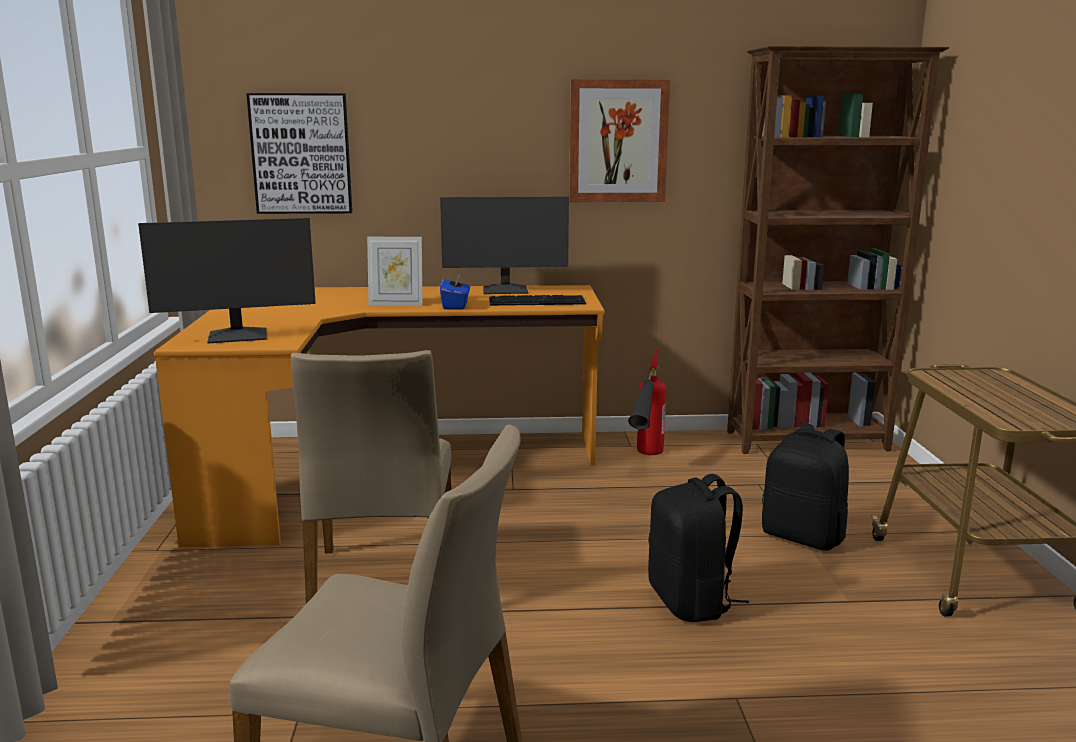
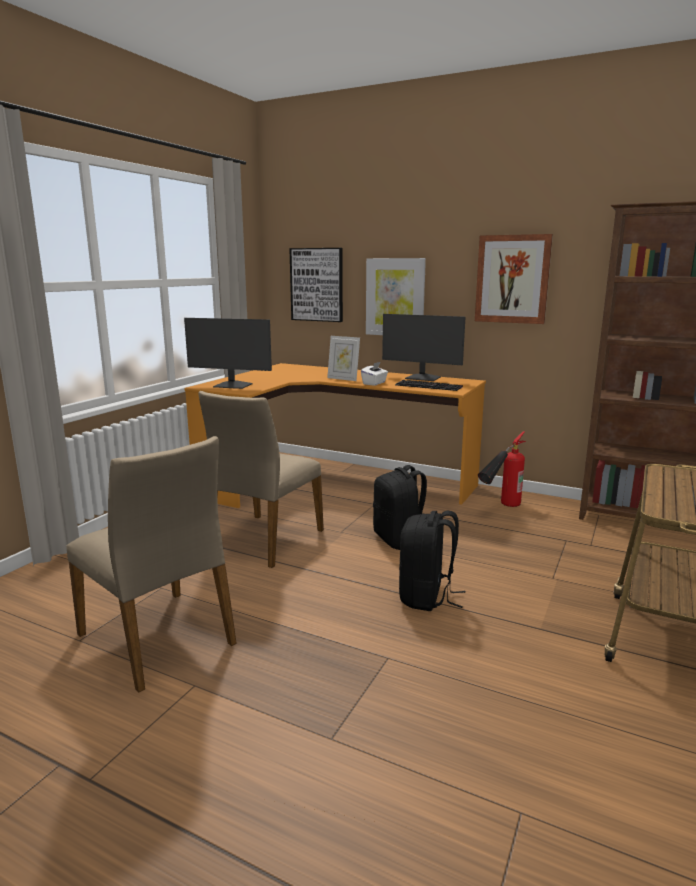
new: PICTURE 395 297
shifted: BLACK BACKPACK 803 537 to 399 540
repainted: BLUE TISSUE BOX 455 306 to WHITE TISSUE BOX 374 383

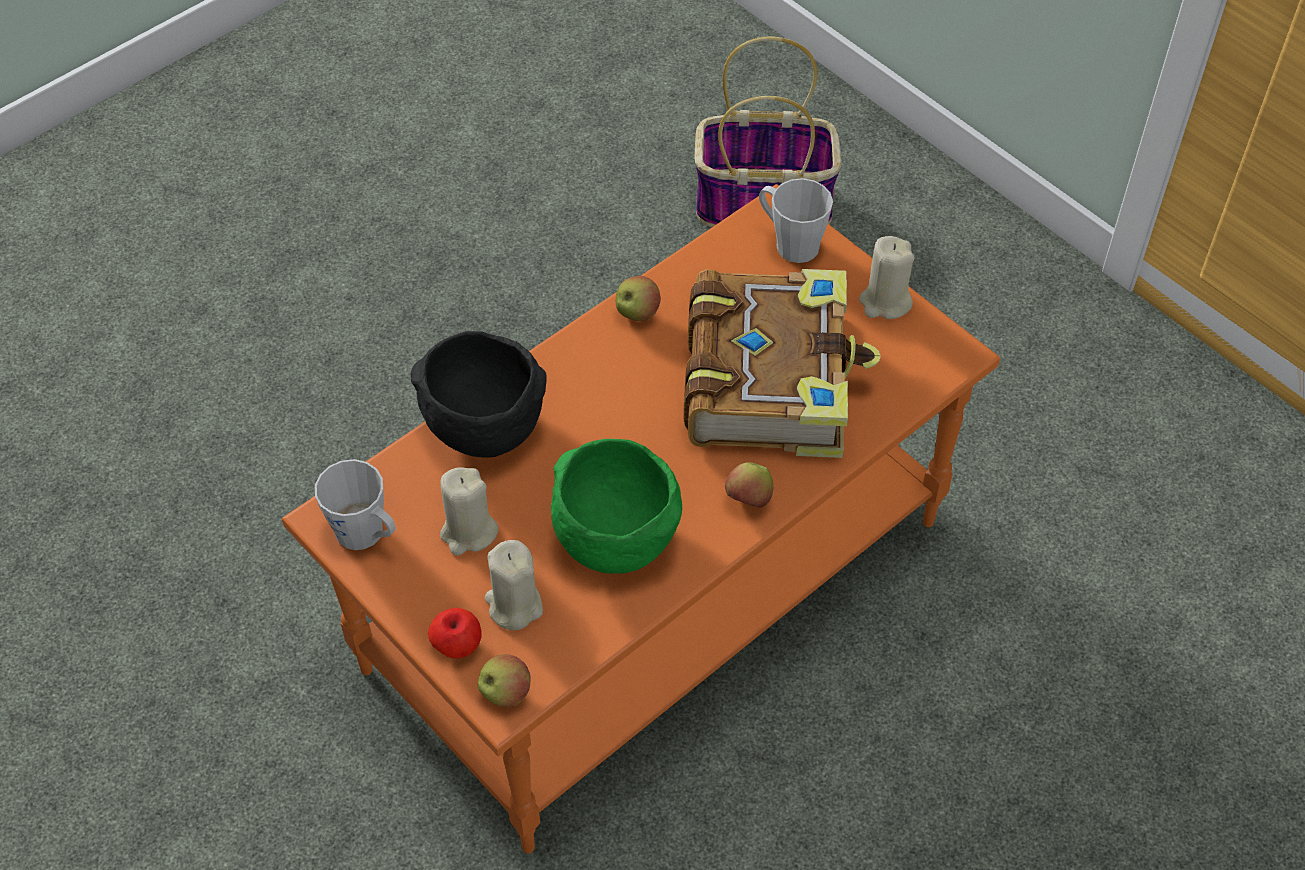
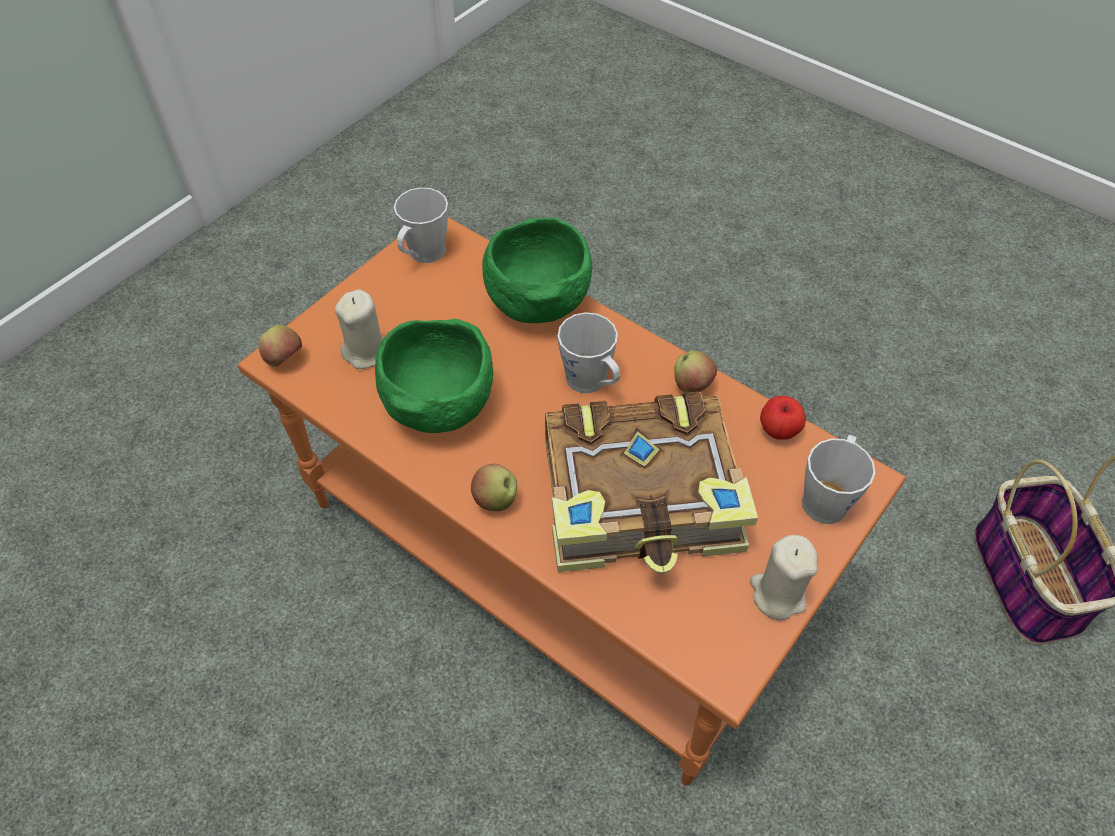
gone: BEIGE CANDLE 468 532
new: GREY MUG 591 382
shifted: APPLE 457 645 to 778 430
repainted: BLACK BOWL 481 428 to GREEN BOWL 537 302

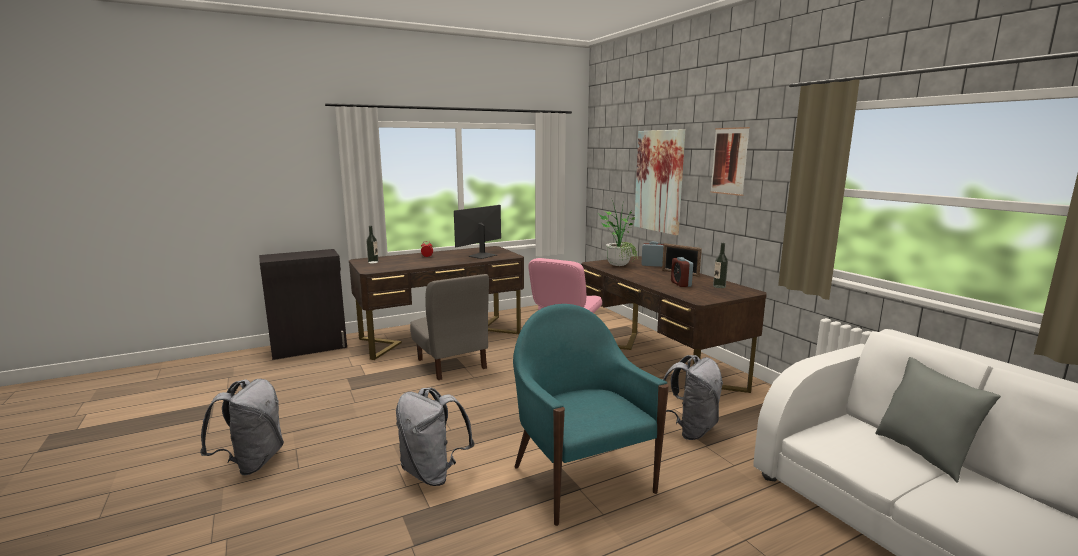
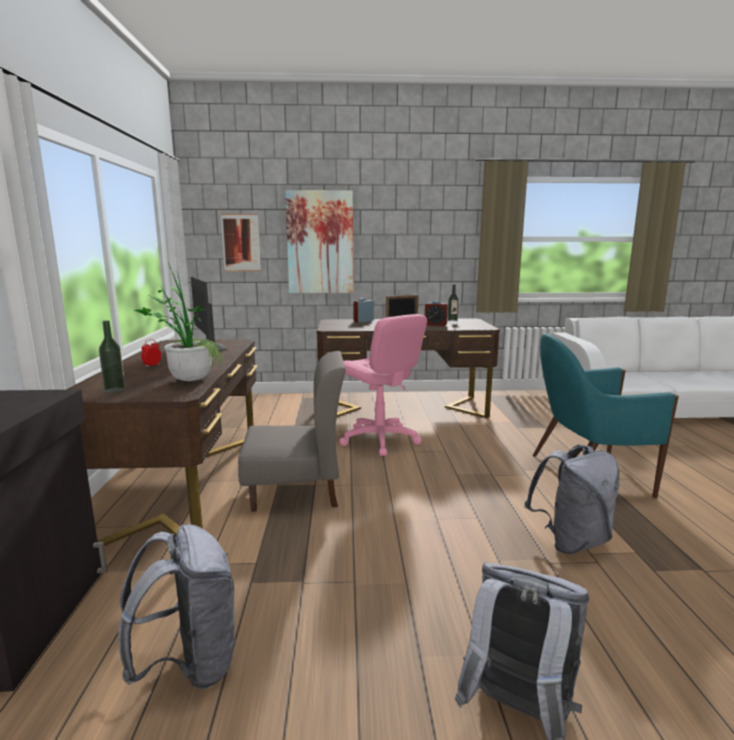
gone: GREY PILLOW 923 454
shifted: POTTED PLANT 618 264 to 186 378; GREY BACKPACK 689 430 to 190 664; PICTURE 729 161 to 241 242

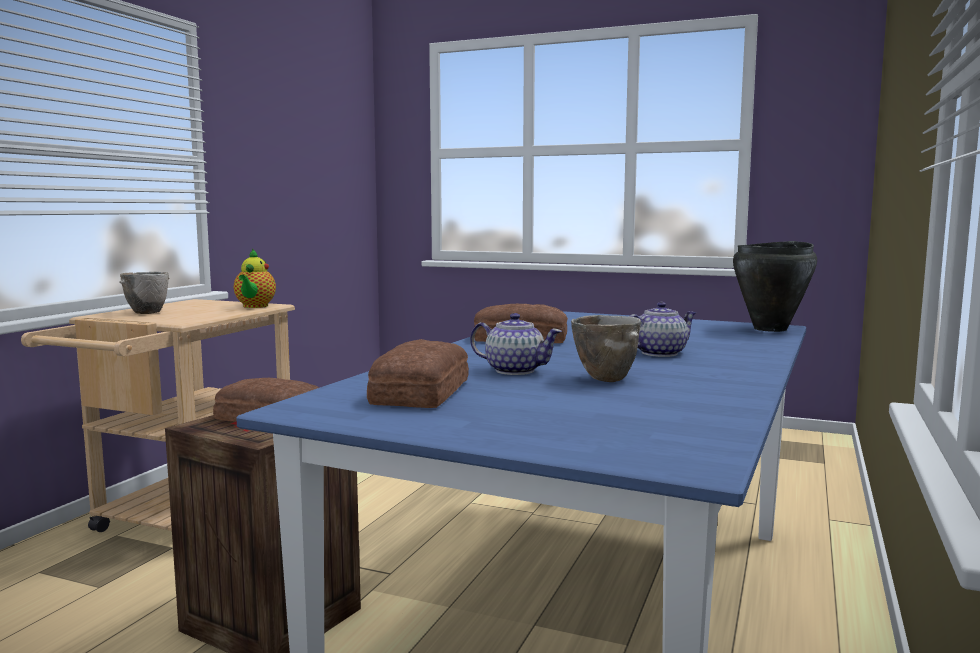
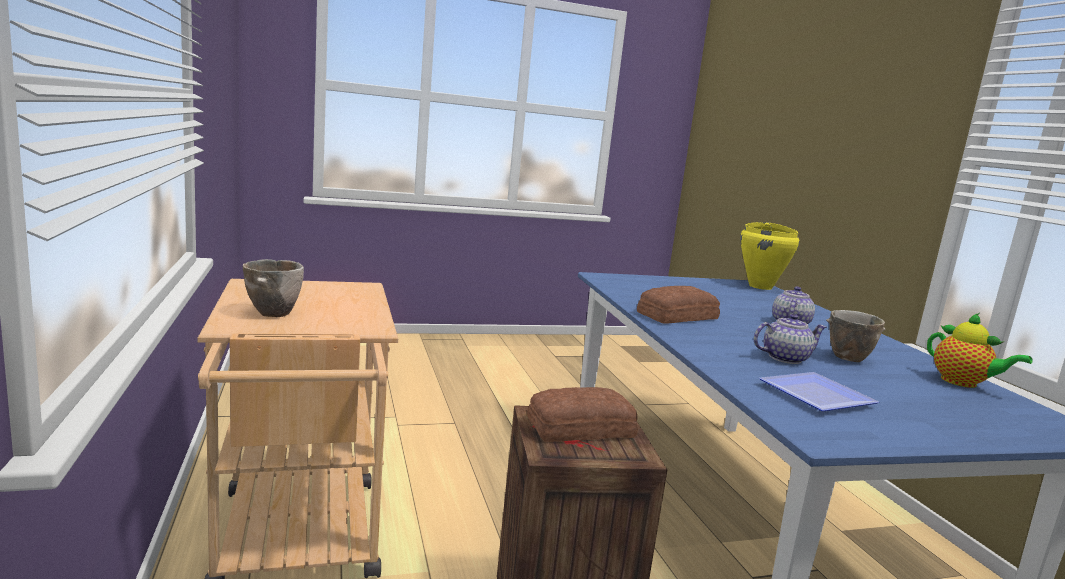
shifted: TEAPOT 254 306 to 963 383
swapped: BREAD 418 392 to PLATE 816 397
repainted: BLACK COOKING POT 771 329 to YELLOW COOKING POT 760 286

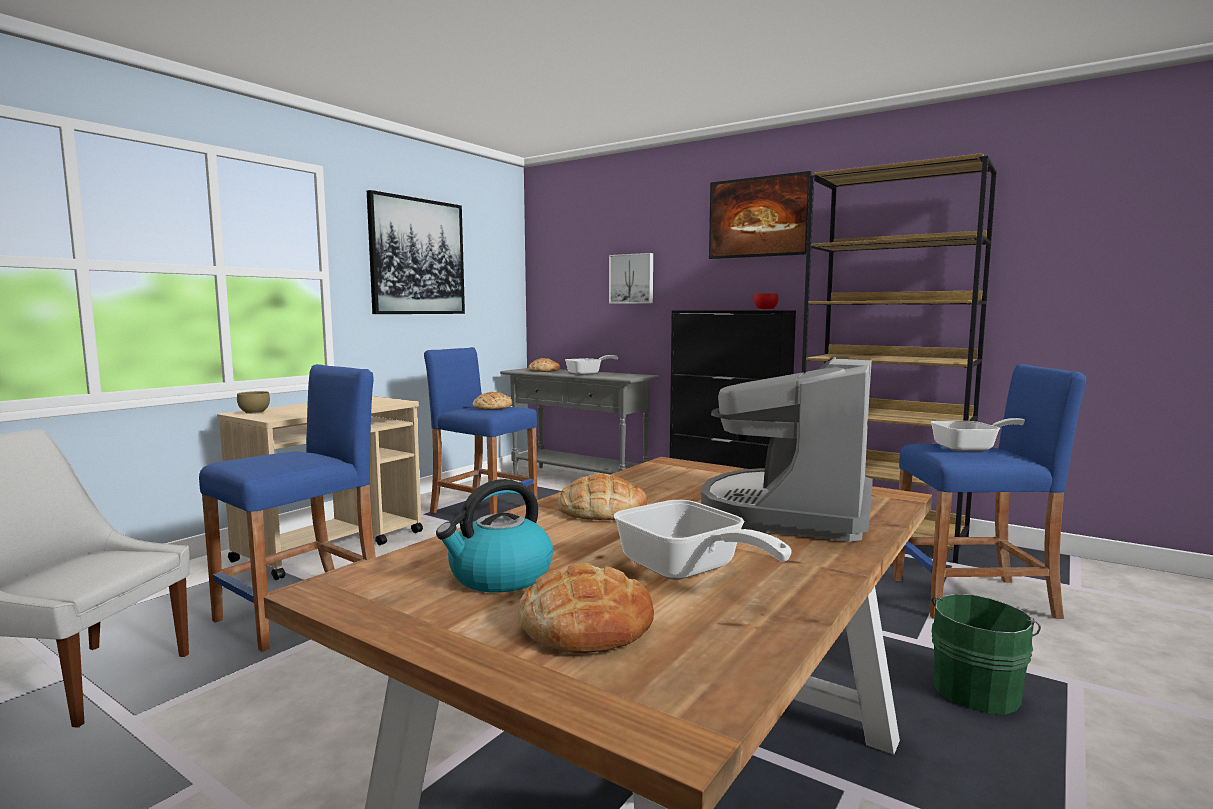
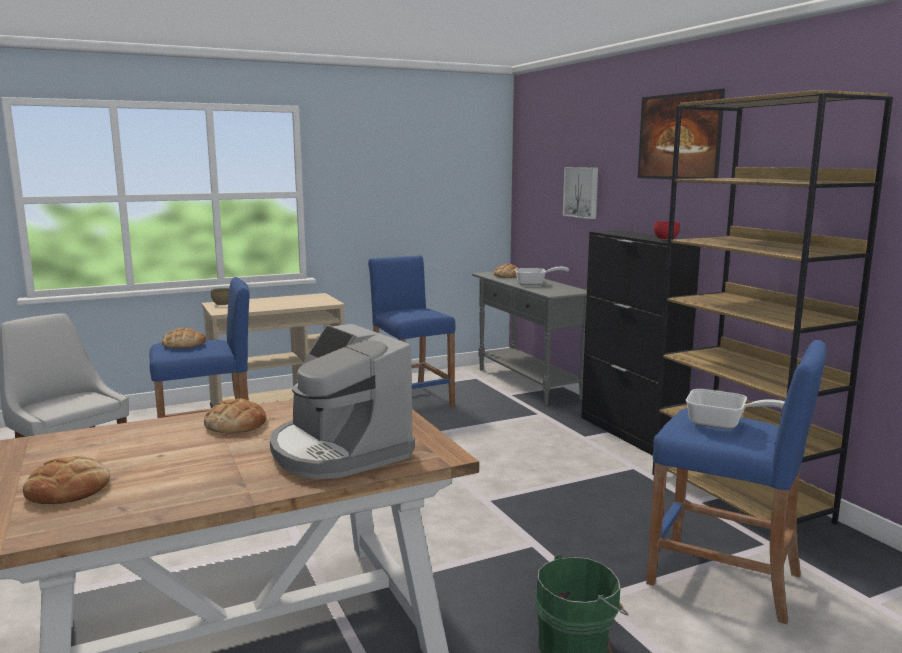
gone: PICTURE 417 257; KETTLE 499 577; FRYING PAN 687 571
shifted: BREAD 492 407 to 184 344
rotated: COFFEE MACHINE 790 511 = 338 451 90 degrees counterclockwise

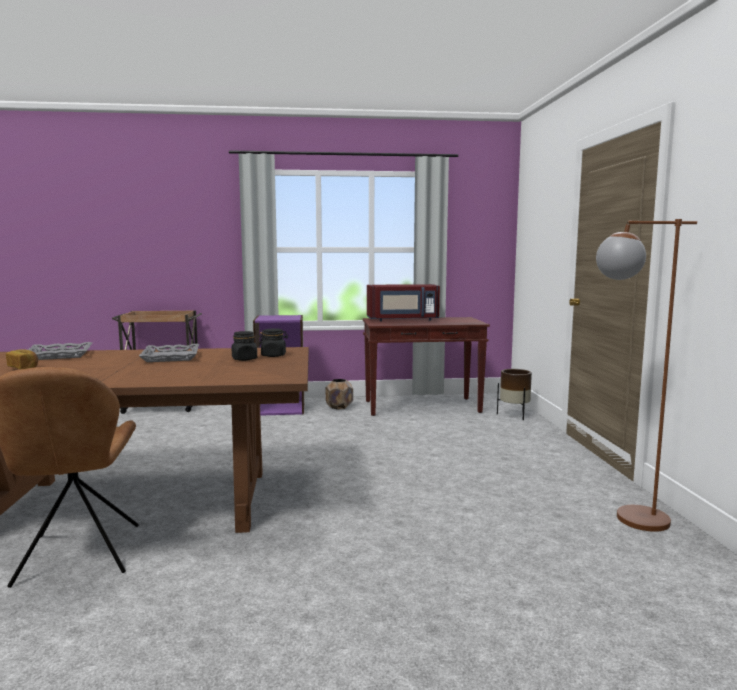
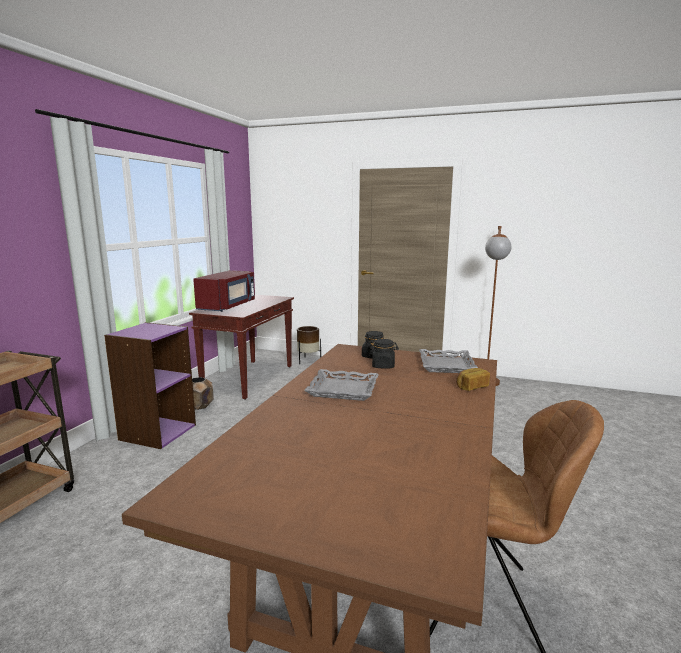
shifted: BREAD 24 368 to 471 387; GREY TRAY 59 355 to 447 365

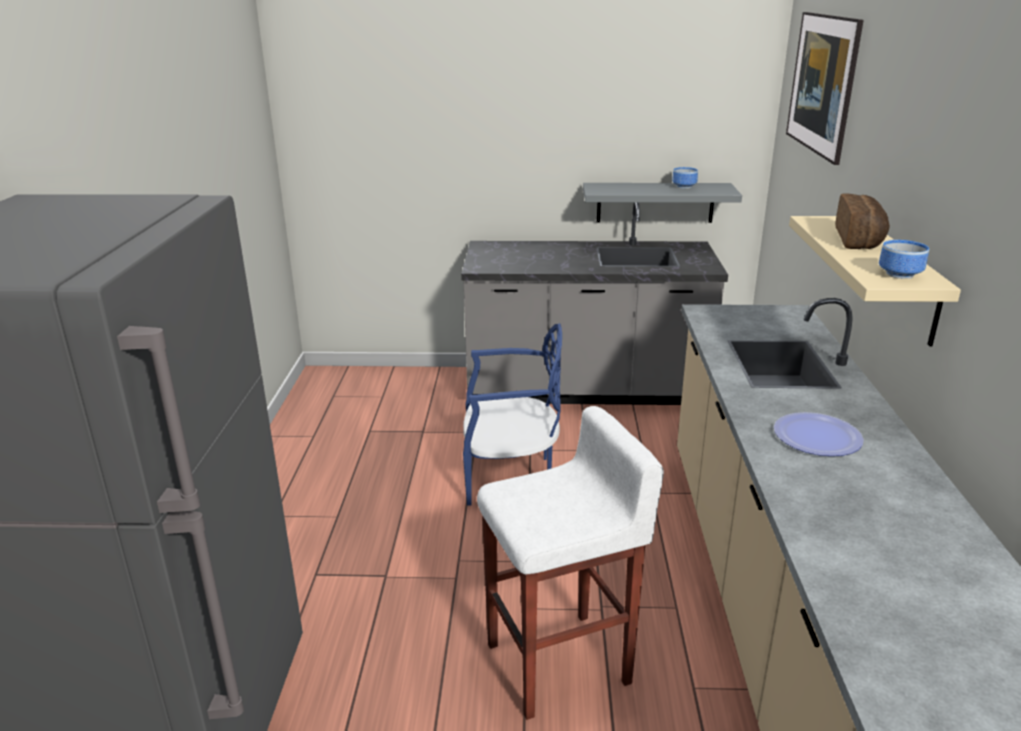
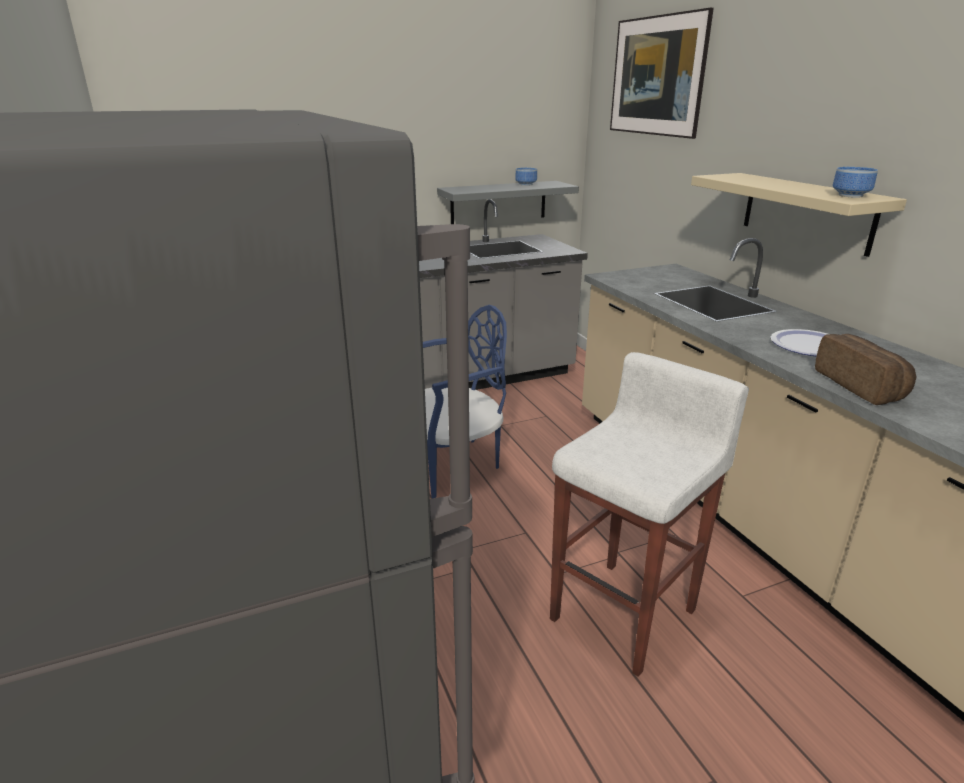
shifted: BREAD 860 240 to 861 386

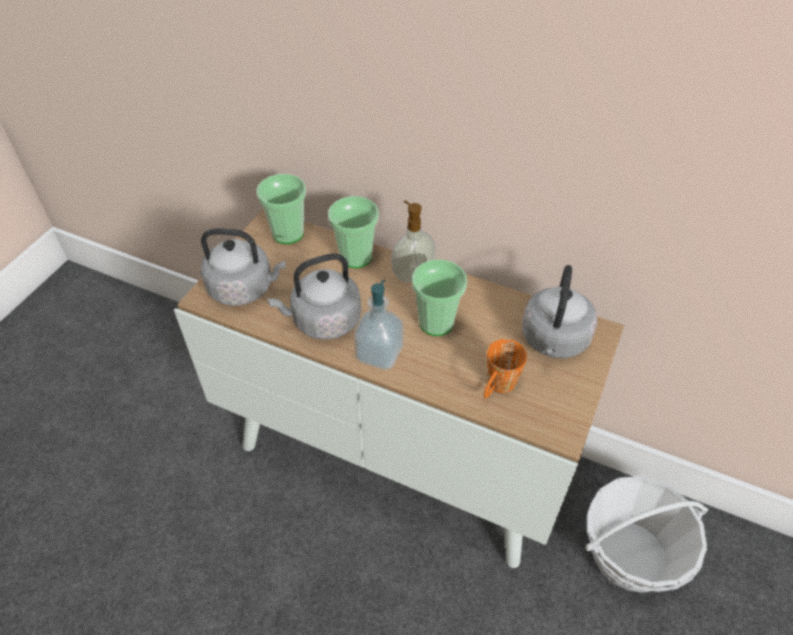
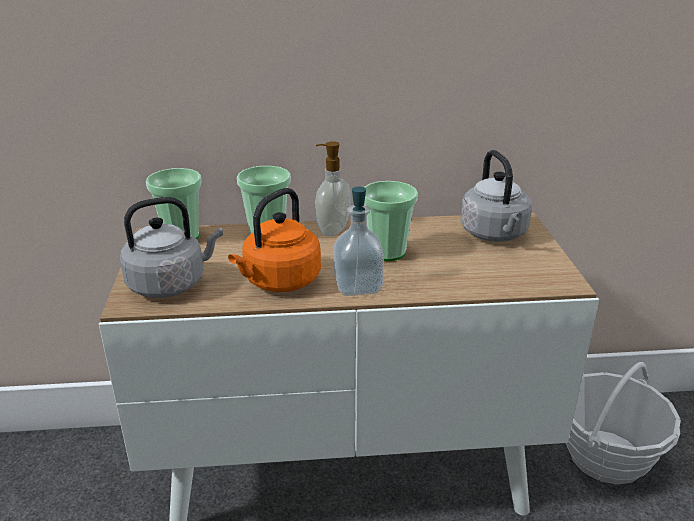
gone: ORANGE MUG 497 388
repainted: GREY KETTLE 323 321 to ORANGE KETTLE 279 282

